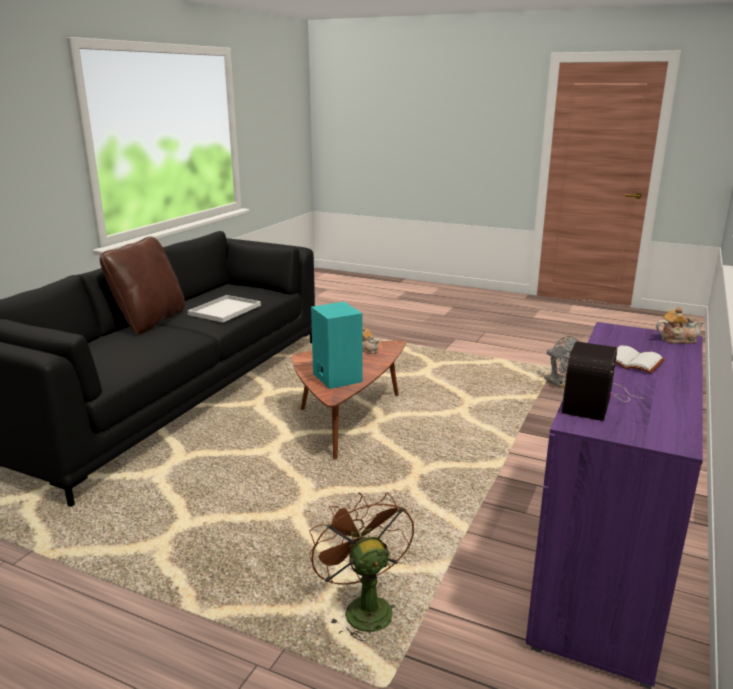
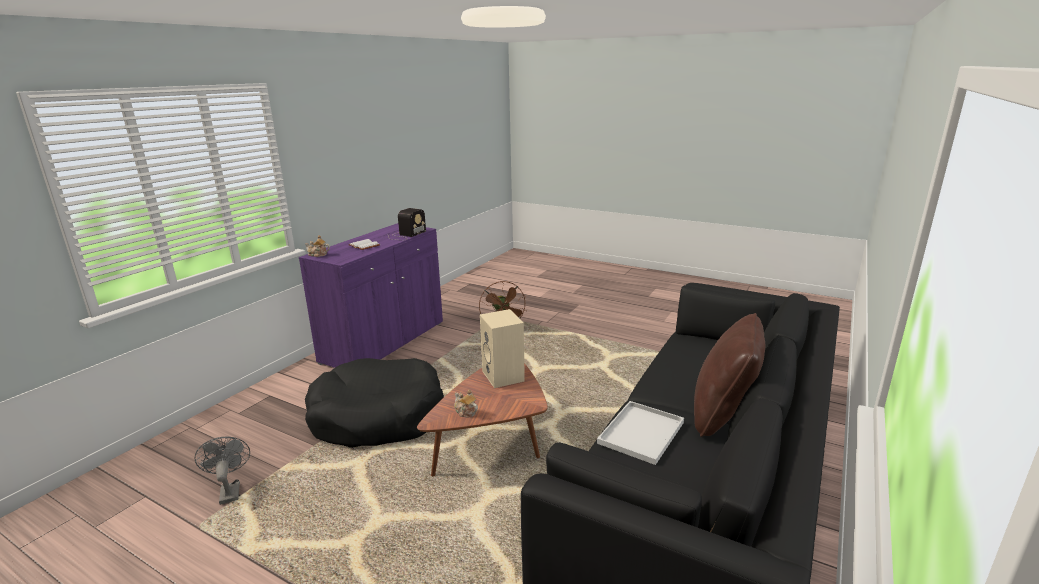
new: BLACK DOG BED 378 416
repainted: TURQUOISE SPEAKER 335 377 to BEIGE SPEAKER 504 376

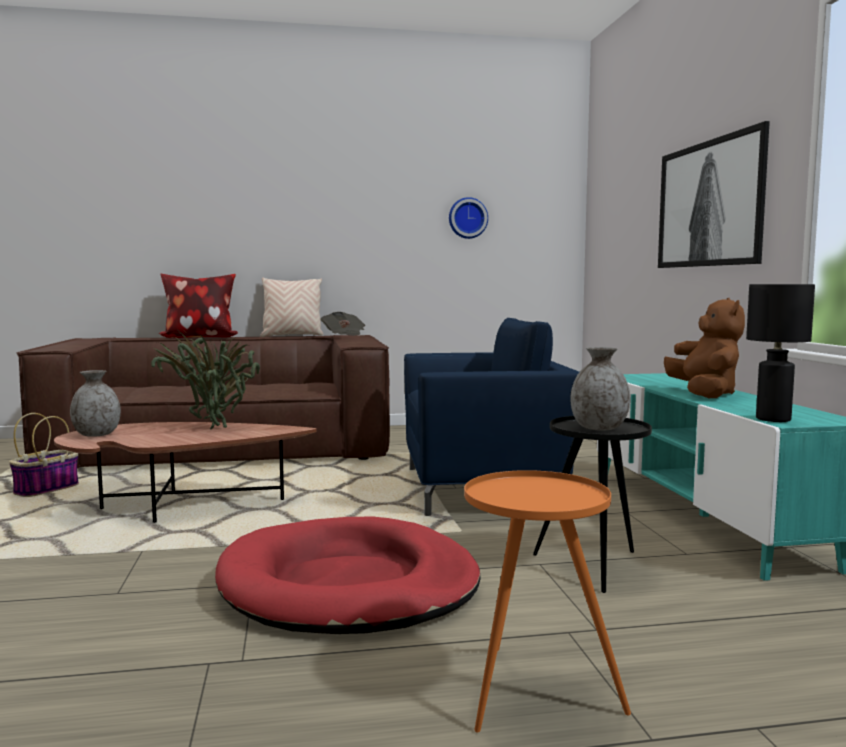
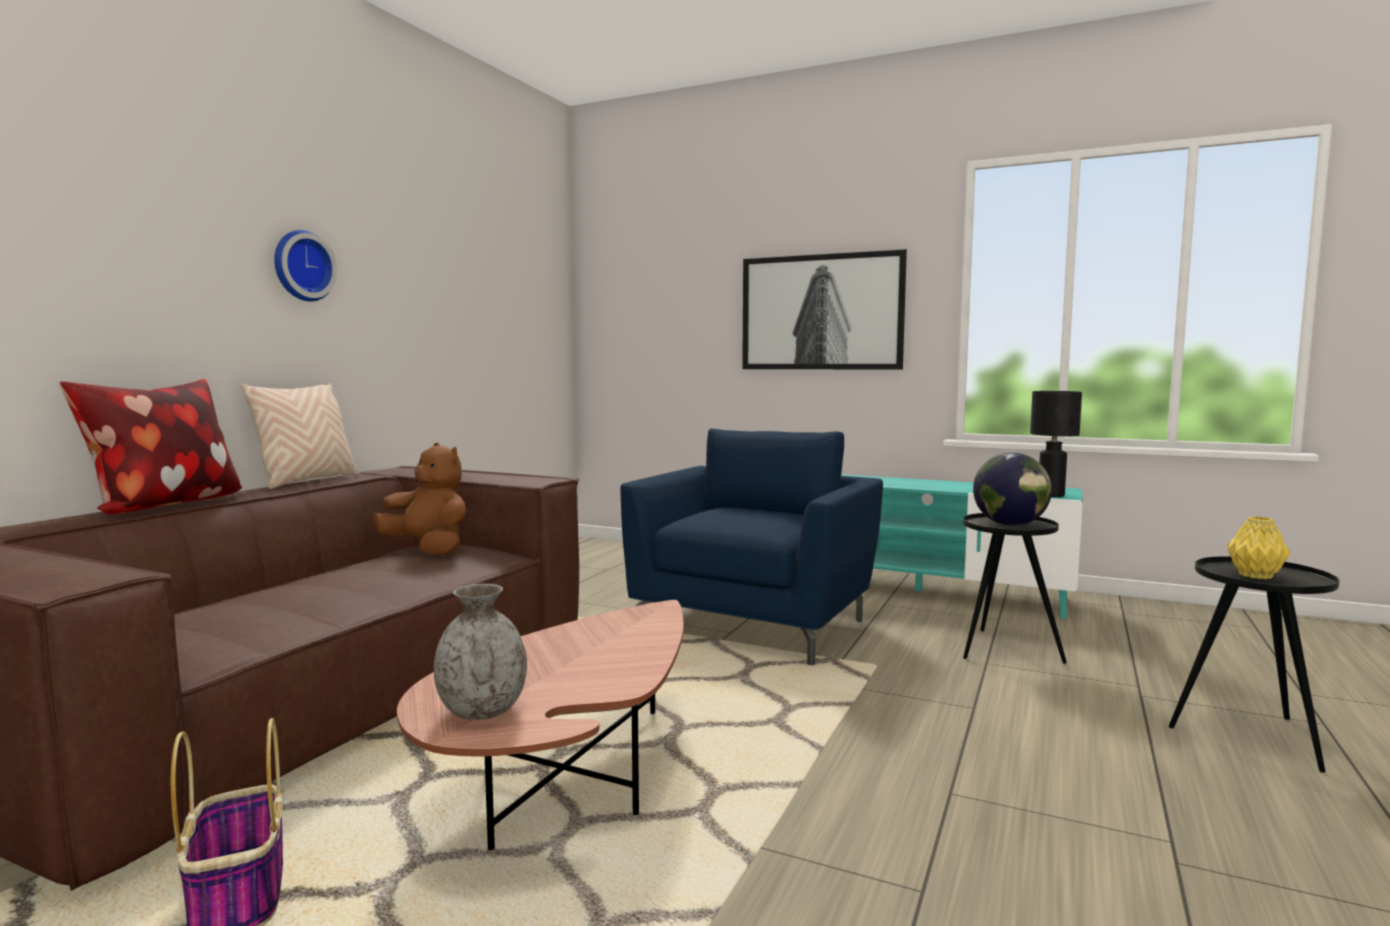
gone: POTTED PLANT 213 428; RED DOG BED 349 585; NEWSPAPER 344 337
new: YELLOW VASE 1254 575
shifted: WALL CLOCK 467 218 to 301 266; BROWN PLUSH TOY 704 394 to 428 550
swapped: GREY VASE 599 428 to GLOBE 1010 525
repainted: ORANGE SIDE TABLE 533 690 to BLACK SIDE TABLE 1249 735

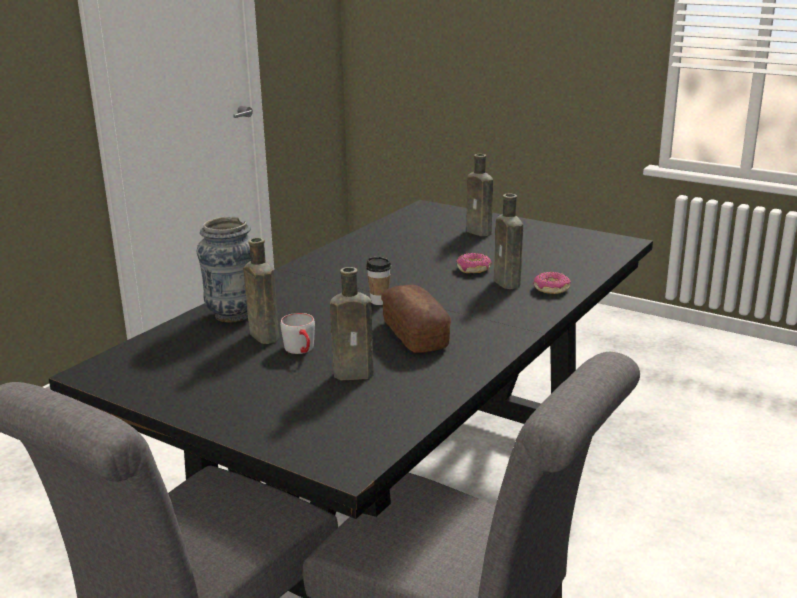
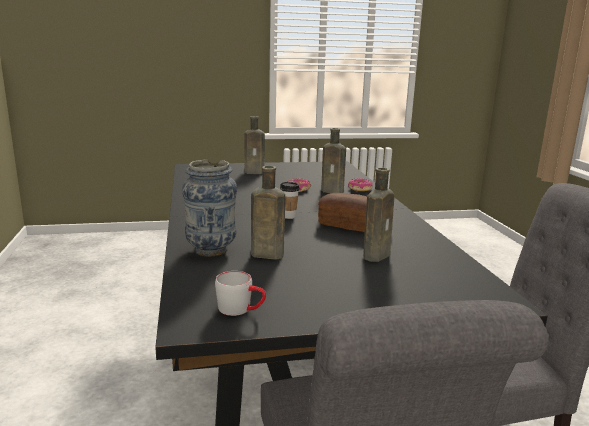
shifted: GREY MUG 302 350 to 241 309

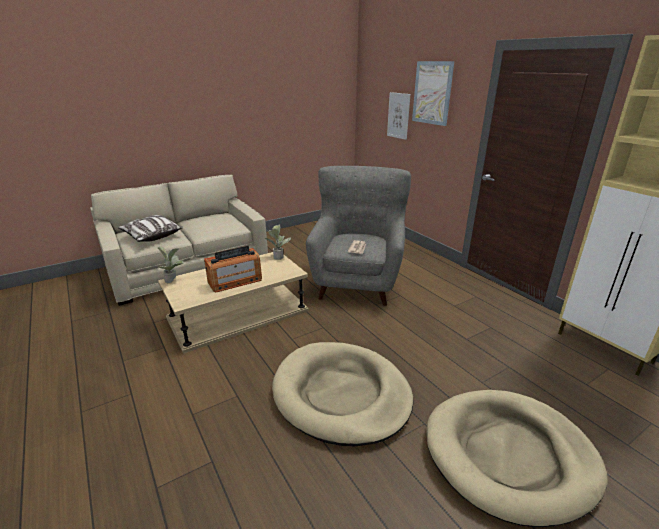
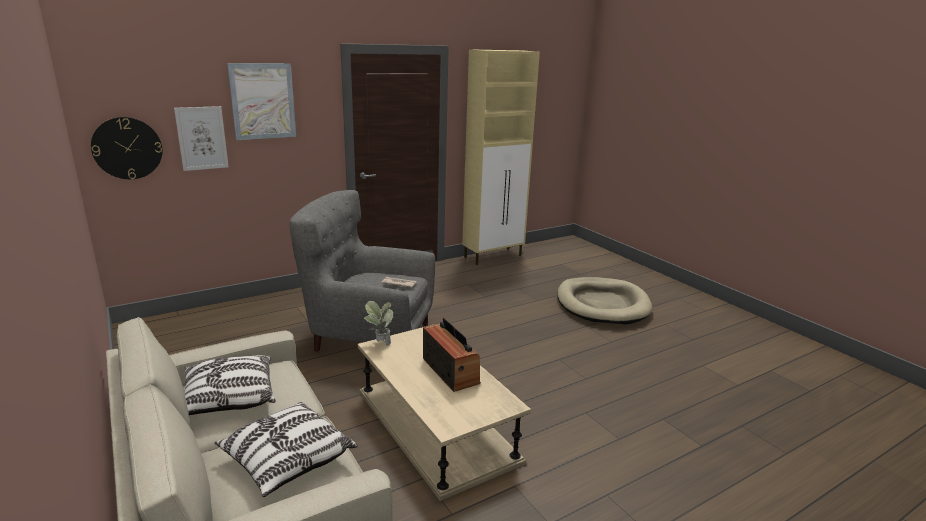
gone: POTTED PLANT 173 280; BEIGE DOG BED 341 395
new: WALL CLOCK 127 148; PILLOW 229 398

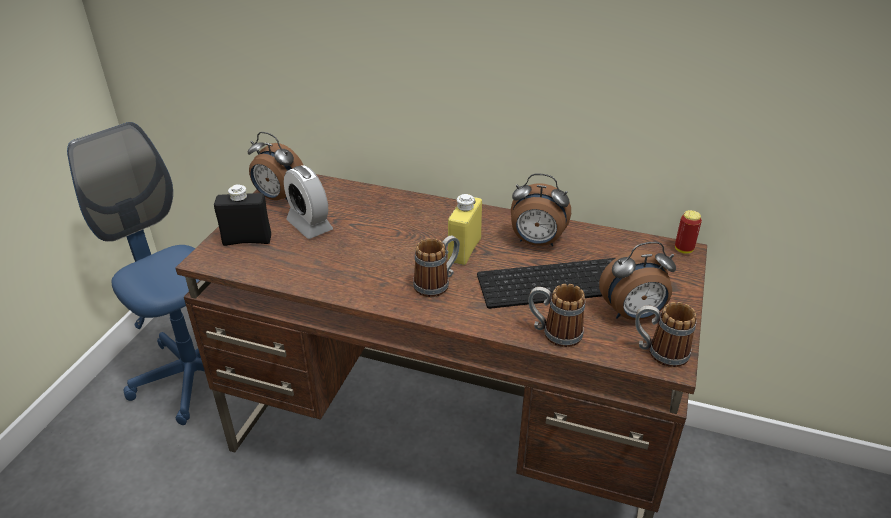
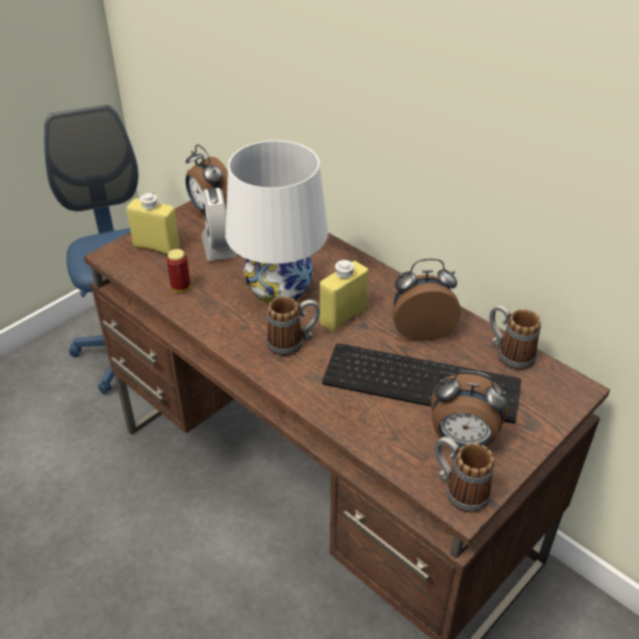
new: WHITE TABLE LAMP 278 288
shifted: MUG 554 333 to 508 353; CAN 683 249 to 181 287
repainted: BLACK BOTTLE 247 240 to YELLOW BOTTLE 156 247
rotated: ALARM CLOCK 536 242 = 421 329 135 degrees clockwise

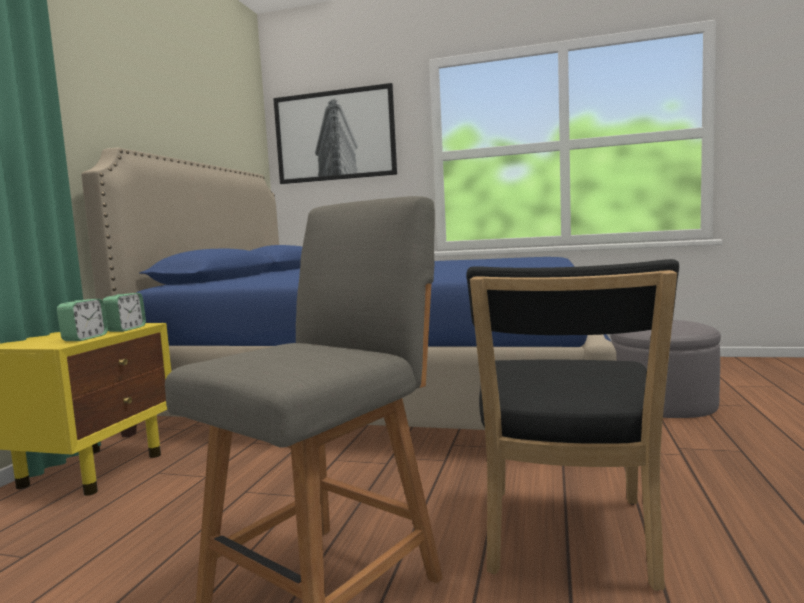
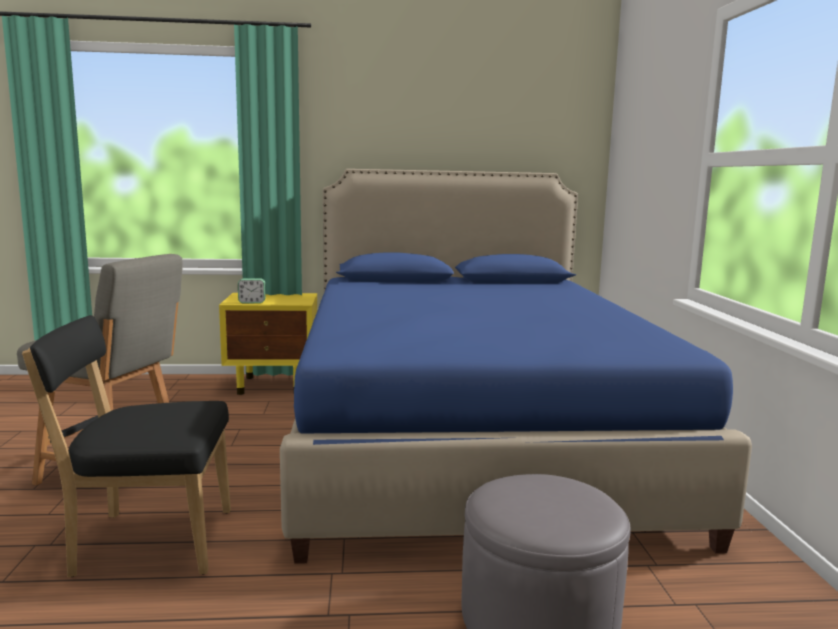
gone: ALARM CLOCK 126 329; PICTURE 334 135

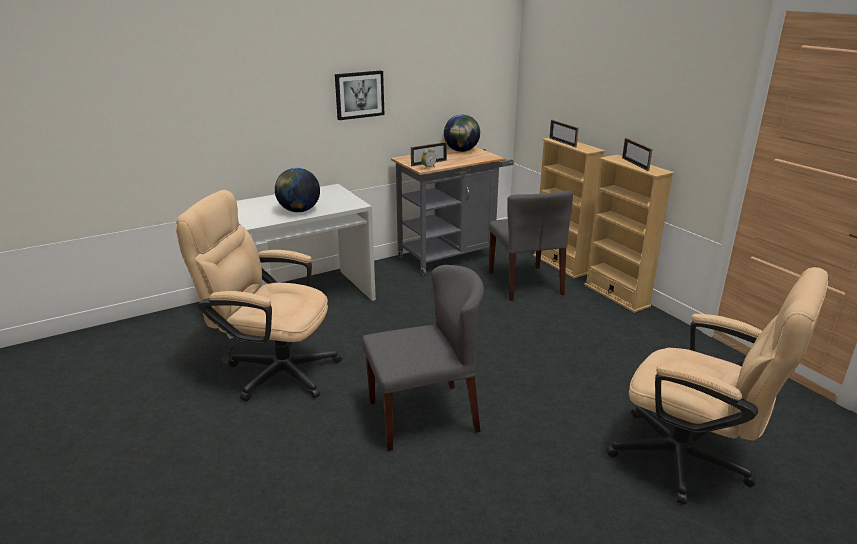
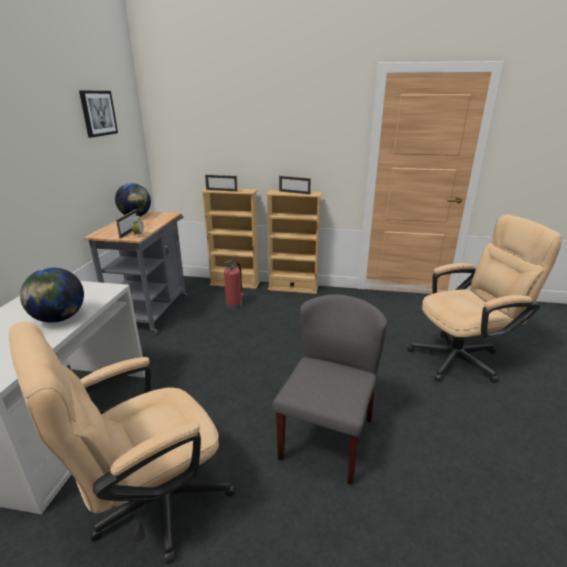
shifted: PICTURE 359 94 to 98 113
swapped: GREY CHAIR 525 283 to FIRE EXTINGUISHER 234 305

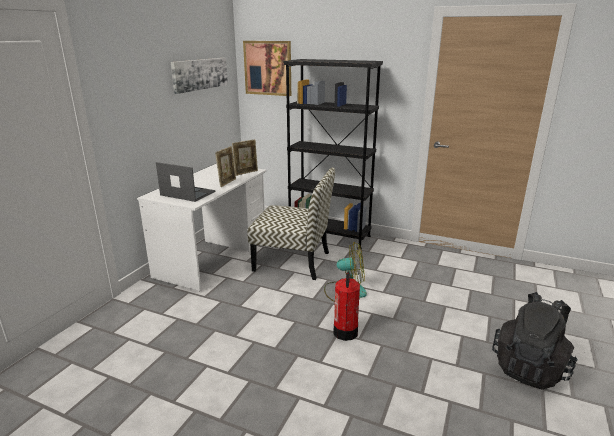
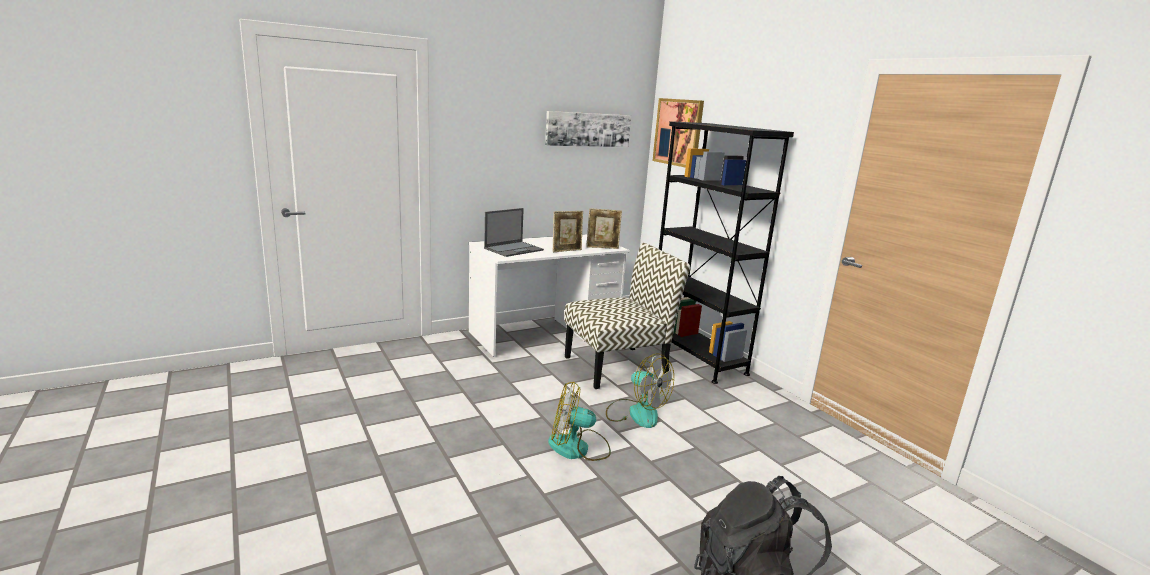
swapped: FIRE EXTINGUISHER 345 332 to FAN 578 448
rotated: LAPTOP 187 193 = 514 249 75 degrees clockwise; CHAIR 293 261 = 617 366 75 degrees counterclockwise

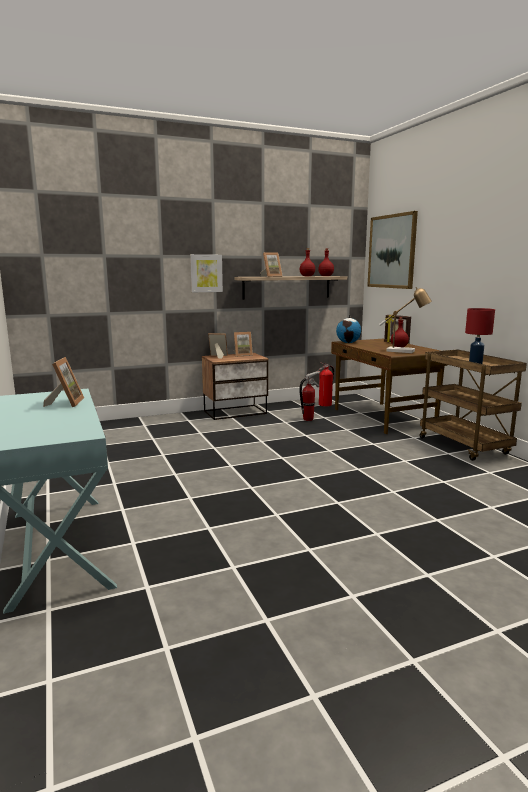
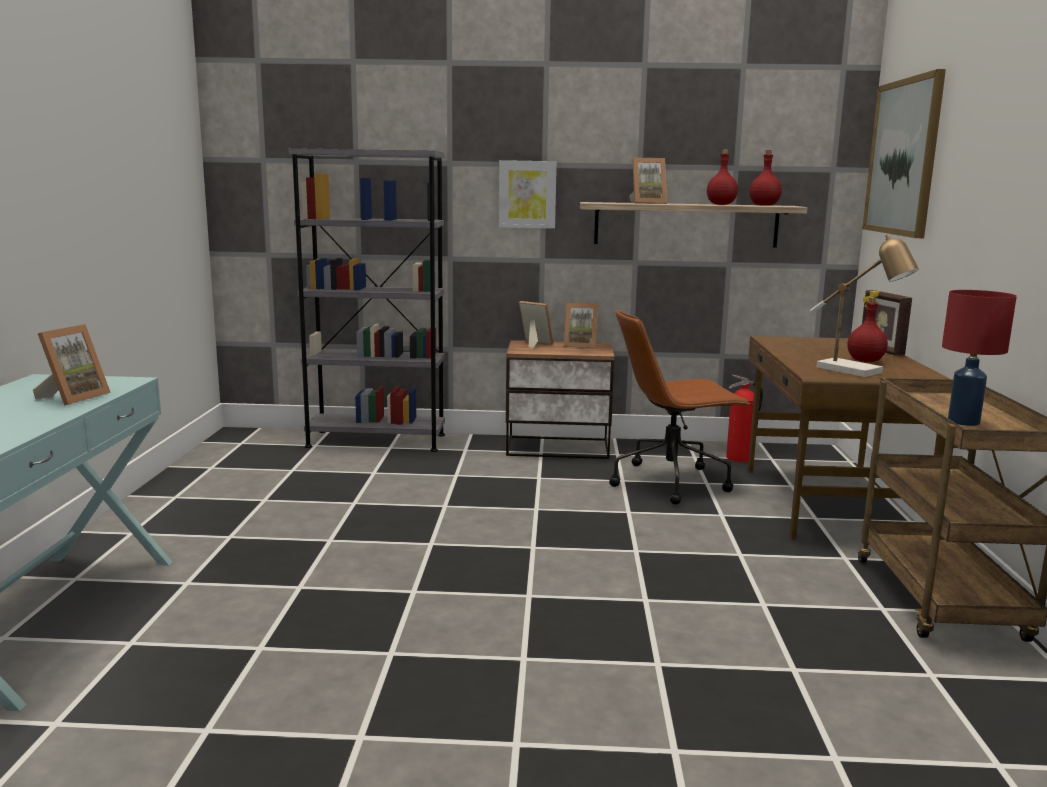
gone: GLOBE 348 343
new: GREY BOOKCASE 376 441
swapped: FIRE EXTINGUISHER 308 419 to BROWN OFFICE CHAIR 671 482

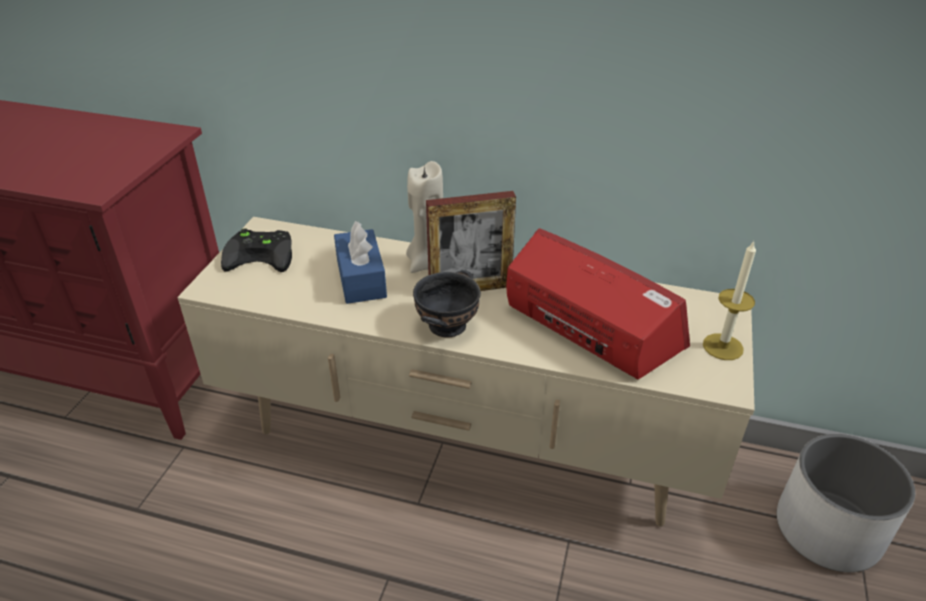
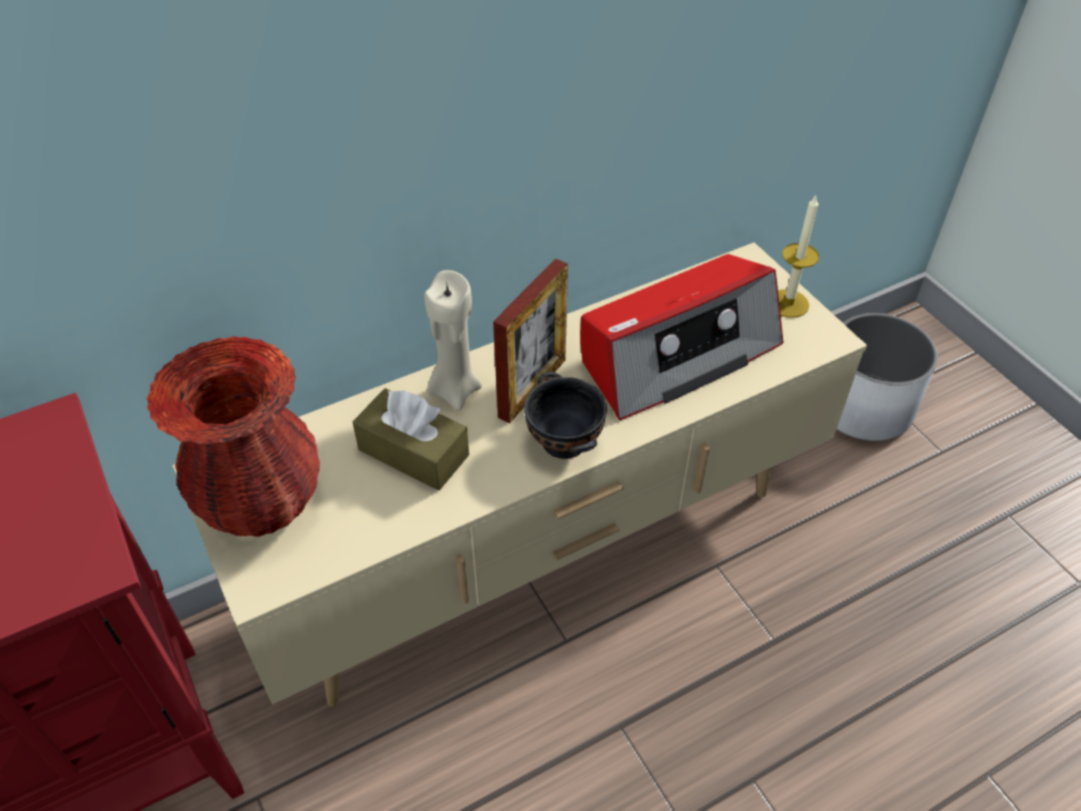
swapped: BLACK GAME CONTROLLER 263 254 to RED VASE 261 502
repainted: BLUE TISSUE BOX 361 278 to BROWN TISSUE BOX 413 452
rotated: RADIO 590 326 = 676 354 150 degrees clockwise

